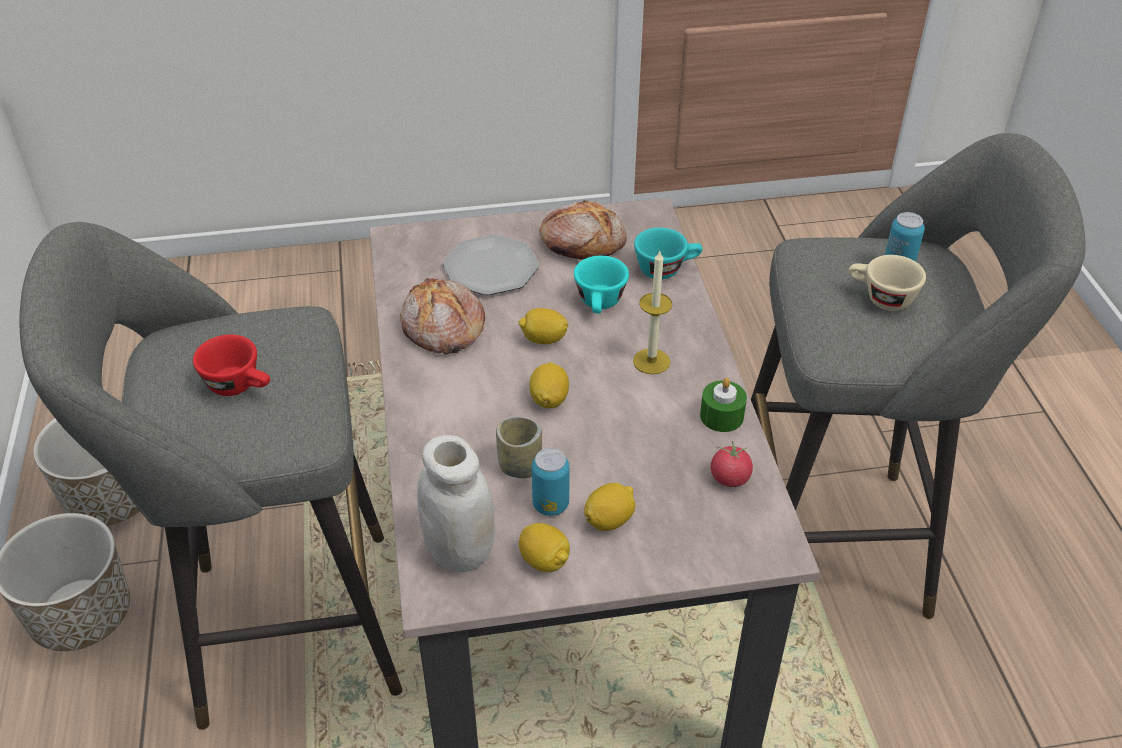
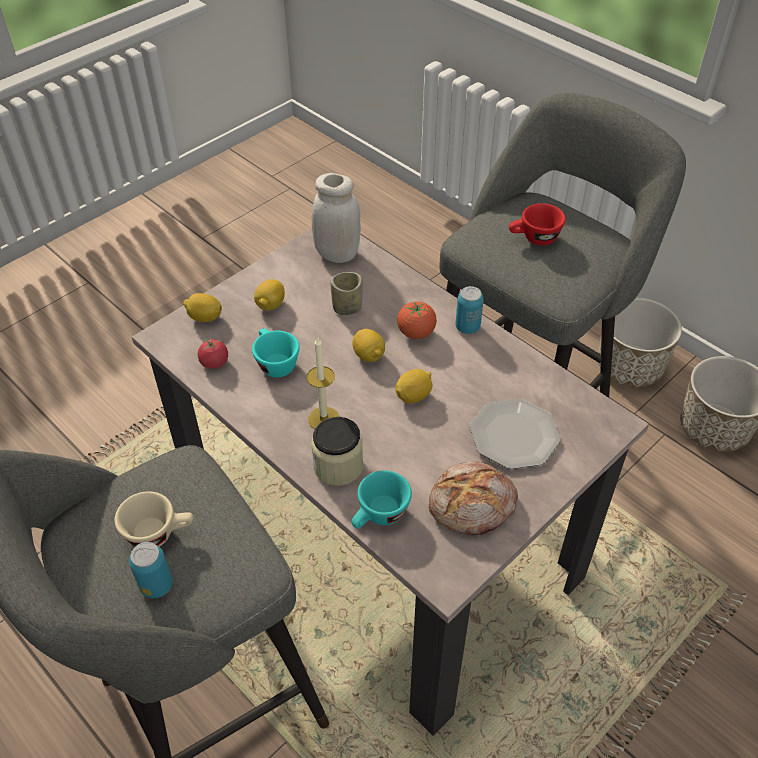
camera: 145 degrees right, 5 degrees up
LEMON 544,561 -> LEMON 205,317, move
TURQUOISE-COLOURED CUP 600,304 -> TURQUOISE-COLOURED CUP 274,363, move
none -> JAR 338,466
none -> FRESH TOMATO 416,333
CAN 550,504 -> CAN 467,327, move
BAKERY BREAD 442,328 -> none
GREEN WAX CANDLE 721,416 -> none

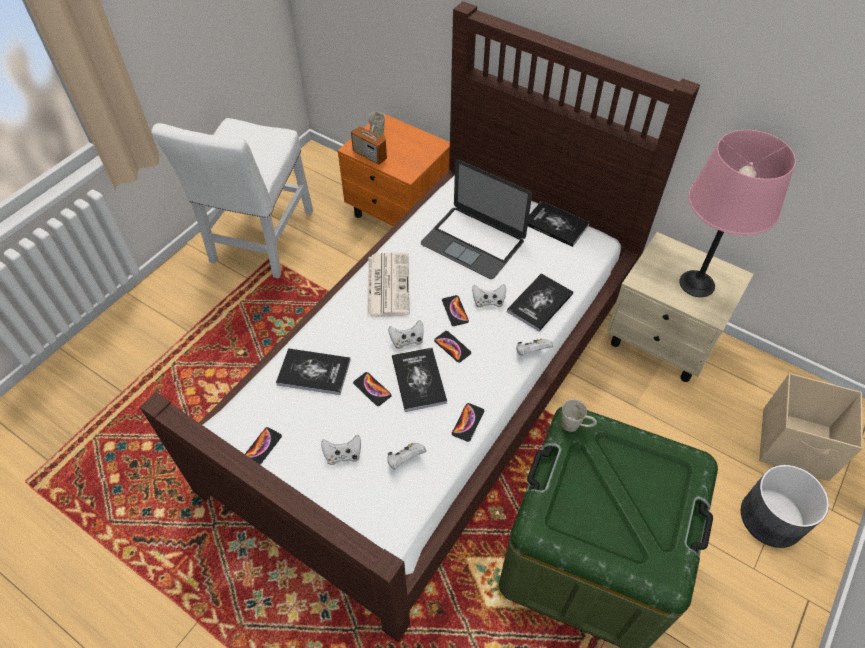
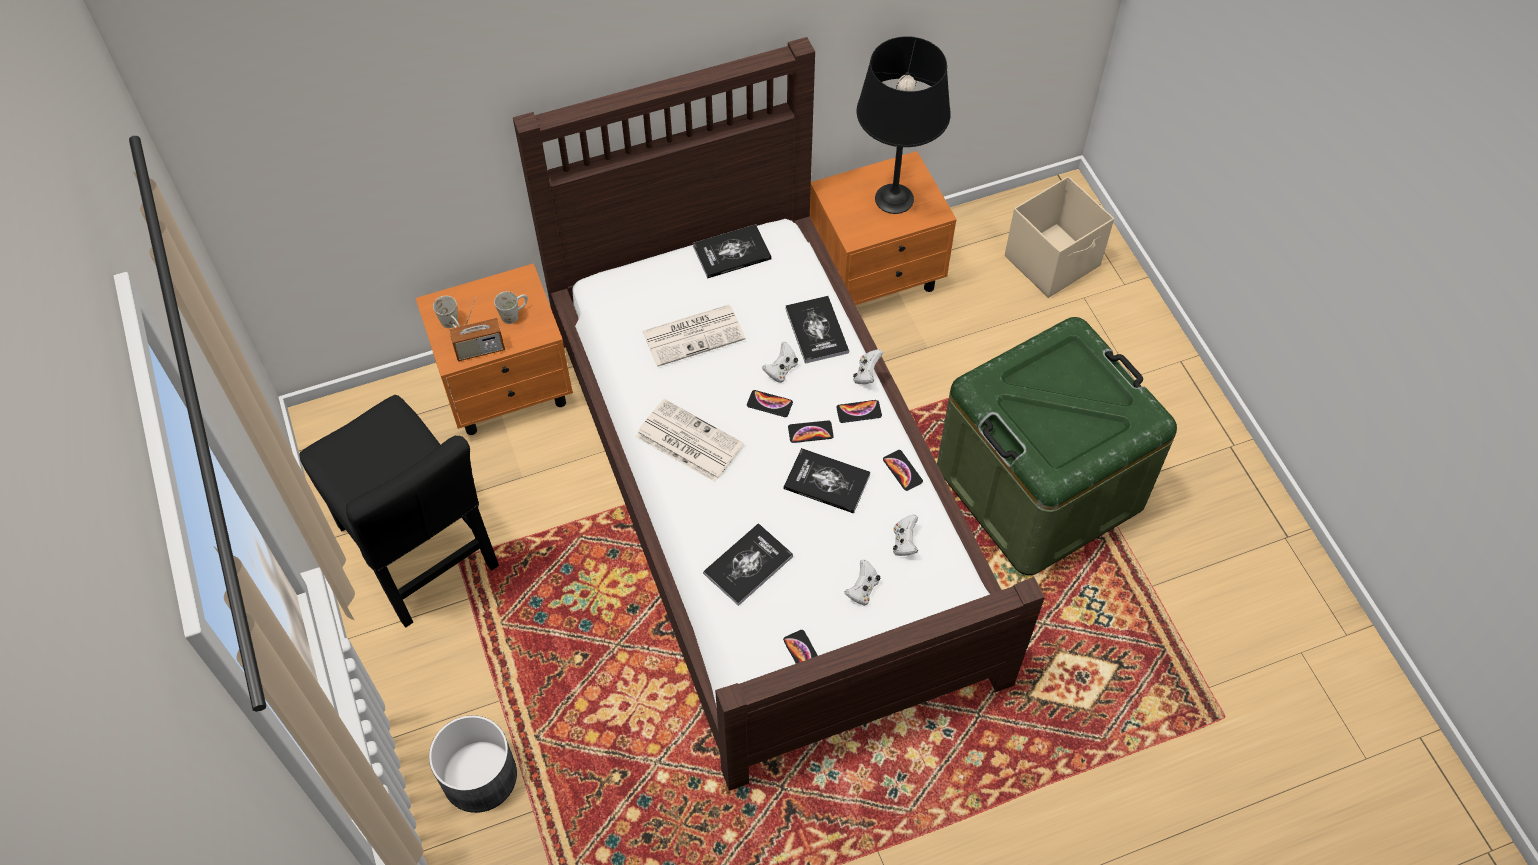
camera: 55 degrees left, 5 degrees up
WHITE-COLOURED PLAIN CHAIR 261,241 -> BLACK PLAIN CHAIR 421,554
GREY FLOWER POT 771,517 -> GREY FLOWER POT 478,776, move
WHITE-COLOURED COFFEE MUG 576,425 -> WHITE-COLOURED COFFEE MUG 514,314, move
NOTEBOOK COMPUTER 473,242 -> DAILY PAPER 694,334
BEIGE NIGHT TABLE 662,342 -> ORANGE-COLOURED NIGHT TABLE 877,275
PHONE 372,389 -> PHONE 859,412, move
PINK TABLETOP LAMP 697,284 -> BLACK TABLETOP LAMP 894,199
WHITE-COLOURED GAME CONTROLLER 407,340 -> none

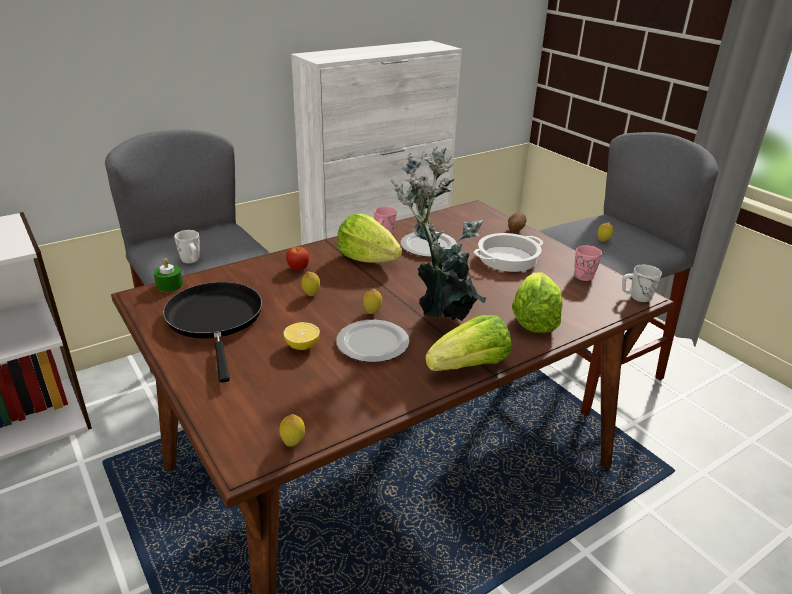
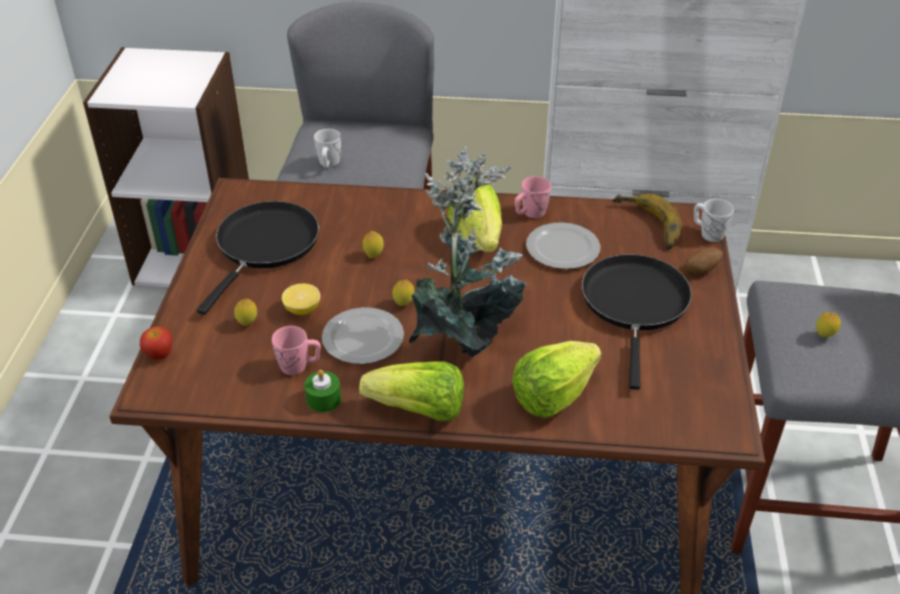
camera: 40 degrees right, 10 degrees up
APPLE 298,268 -> APPLE 159,354, move
LEMON 293,443 -> LEMON 247,323, move
PINK COFFEE MUG 586,275 -> PINK COFFEE MUG 299,366, move
GREEN WAX CANDLE 169,285 -> GREEN WAX CANDLE 323,399, move
STOCKPOT 508,258 -> BLACK SKILLET 635,305
none -> BANANA 646,226
WHITE-COLOURED COFFEE MUG 636,297 -> WHITE-COLOURED COFFEE MUG 708,233, move

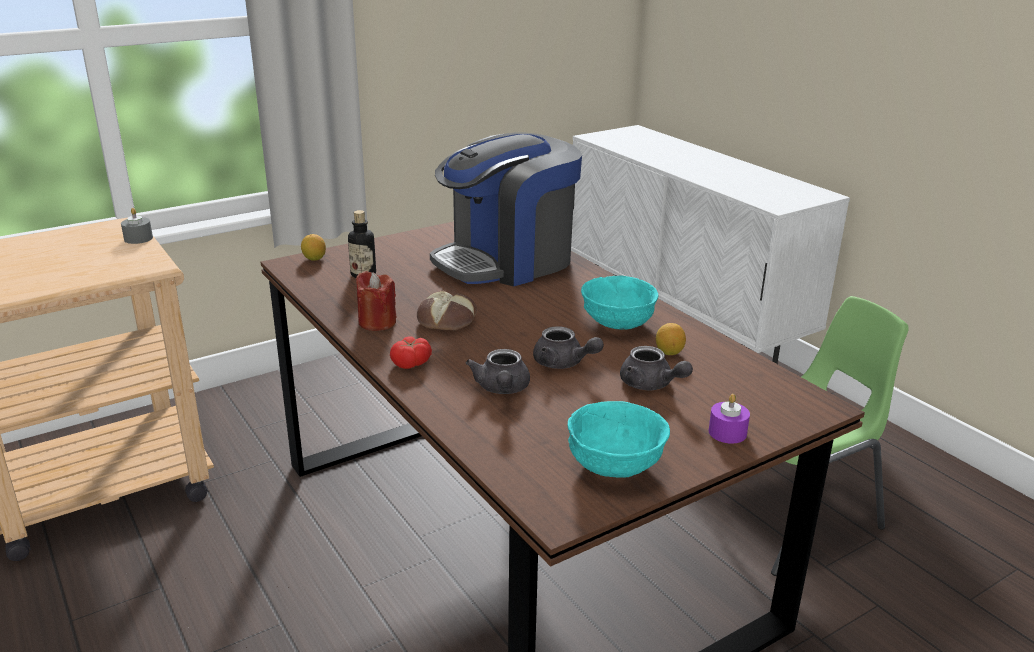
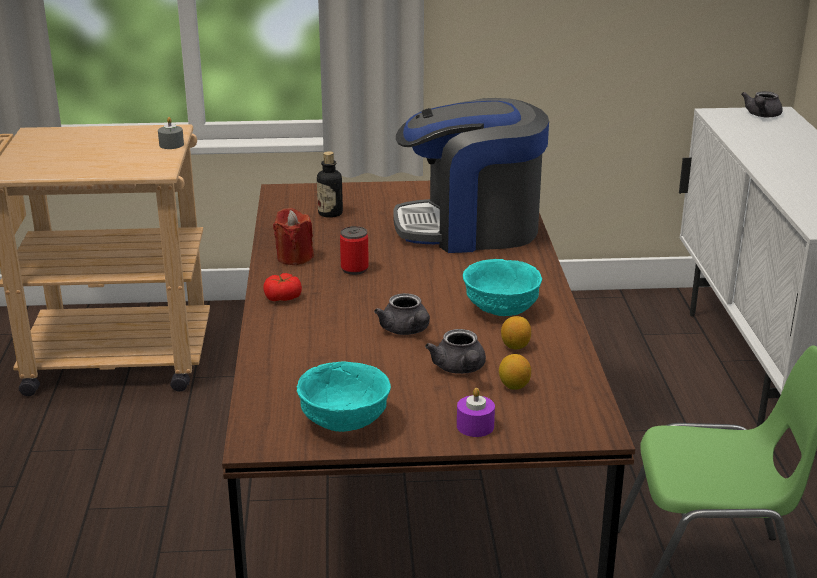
camera: 30 degrees right, 0 degrees up
BAKERY BREAD 448,319 -> CAN 354,269
LEMON 314,259 -> LEMON 514,386, move
GREY TEAPOT 502,389 -> GREY TEAPOT 761,115, move

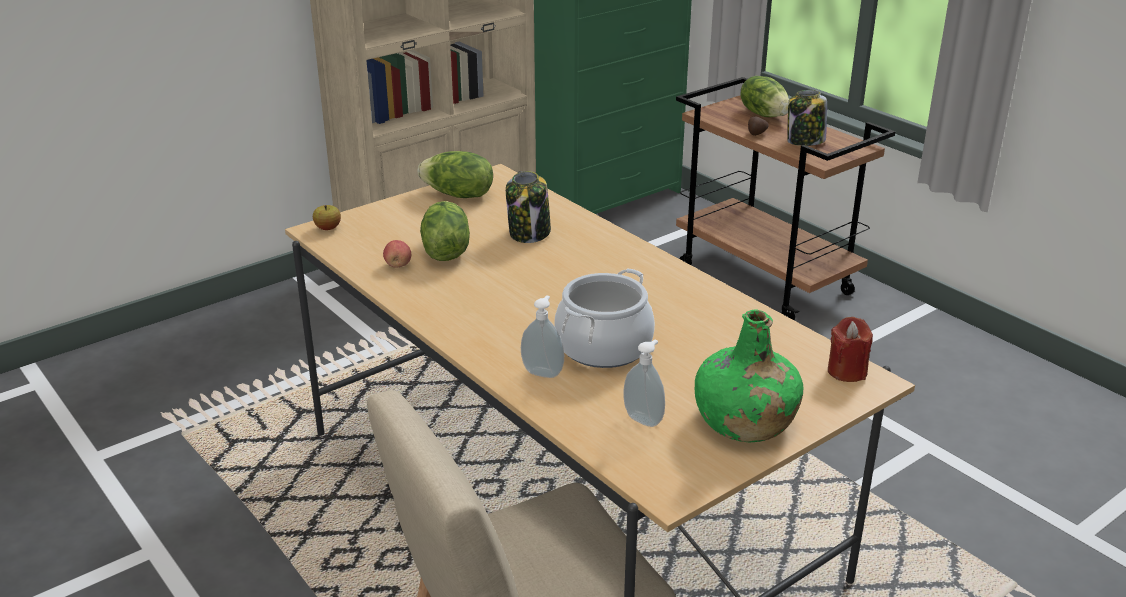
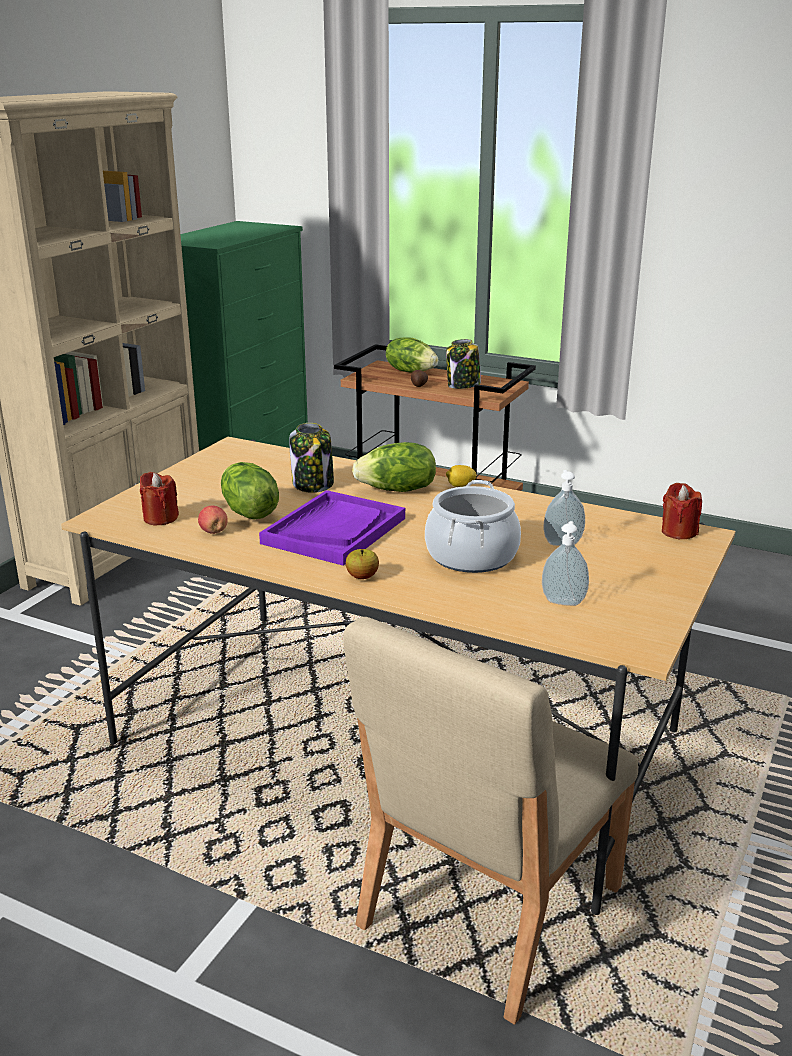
camera: 25 degrees left, 5 degrees down
none -> RED WAX CANDLE 160,518
none -> PURPLISH SERVING TRAY 334,530
APPLE 328,228 -> APPLE 362,577, move
HEAD OF LETTUCE 458,195 -> HEAD OF LETTUCE 397,490, move
none -> LEMON 460,486
LIQUID SOAP BOTTLE 543,372 -> LIQUID SOAP BOTTLE 562,542, move
GREEN BOTTLE 744,421 -> none

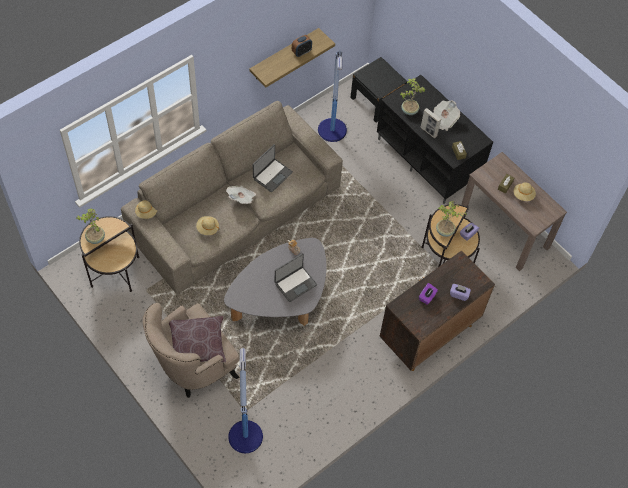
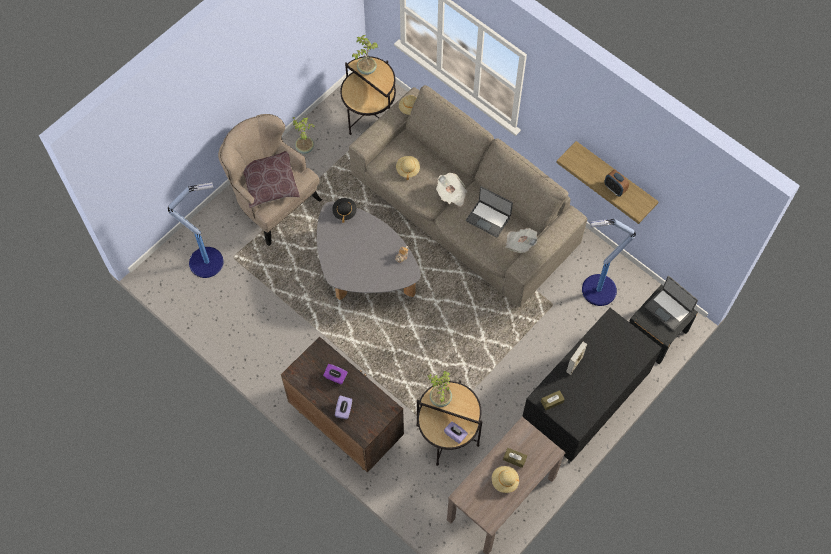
camera: 85 degrees right, 5 degrees up
PLANT IN A POT 409,110 -> PLANT IN A POT 305,147, move
none -> BLACK HAT 344,212
DAILY PAPER 443,120 -> DAILY PAPER 520,243, move
NOTEBOOK COMPUTER 295,283 -> NOTEBOOK COMPUTER 668,309, move

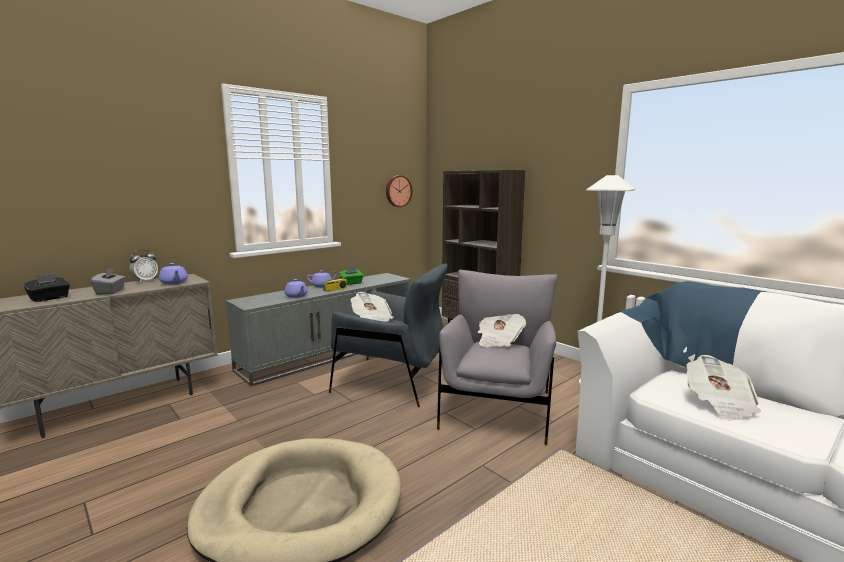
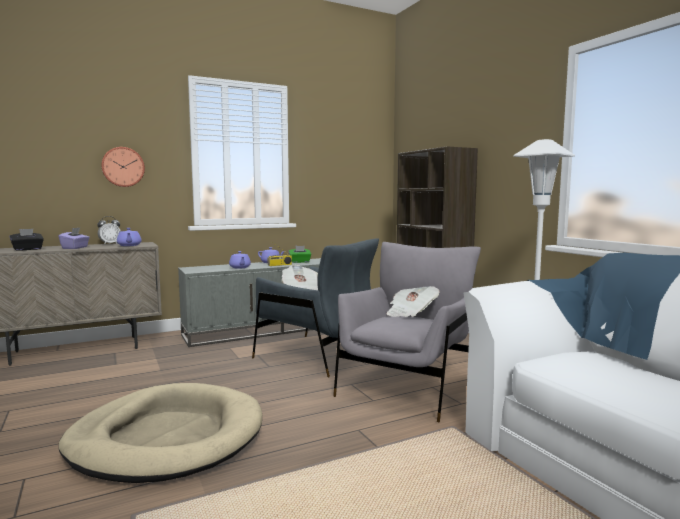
camera: 15 degrees right, 5 degrees down
GREY TISSUE BOX 111,291 -> PURPLISH TISSUE BOX 75,248
WALL CLOCK 398,191 -> WALL CLOCK 123,167, move
DAILY PAPER 719,404 -> none

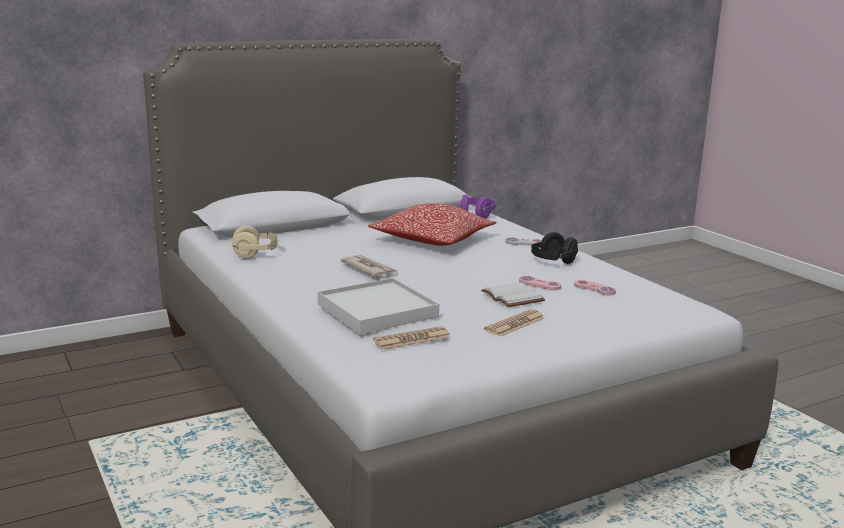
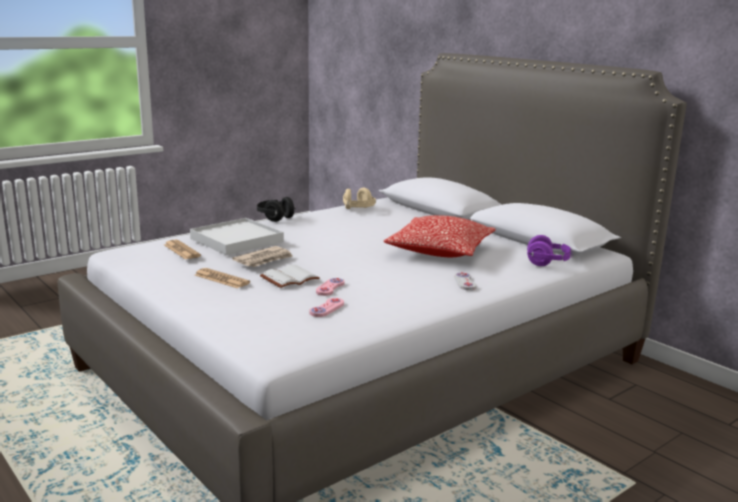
camera: 80 degrees right, 0 degrees up
DAILY PAPER 369,269 -> DAILY PAPER 264,259, move
BLACK HEADPHONES 553,262 -> BLACK HEADPHONES 275,218, move

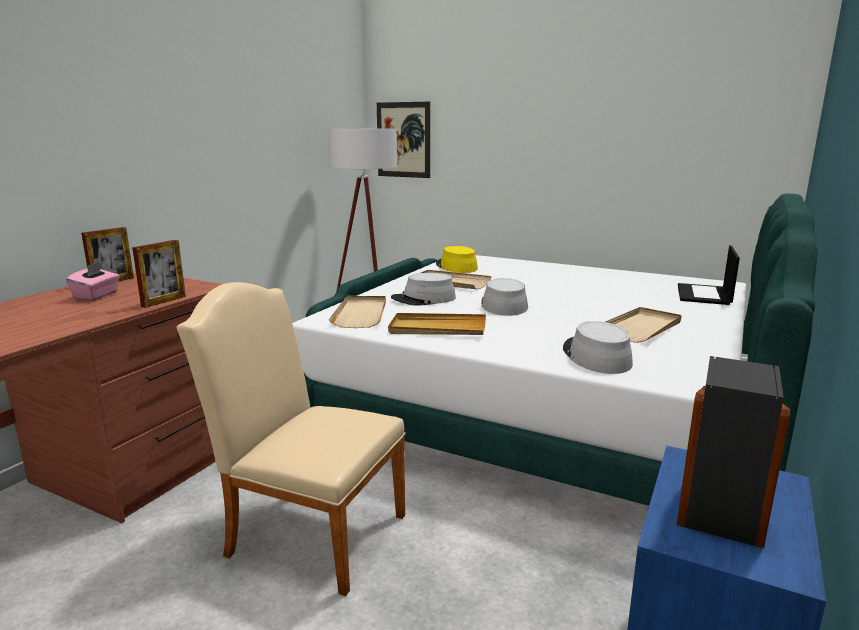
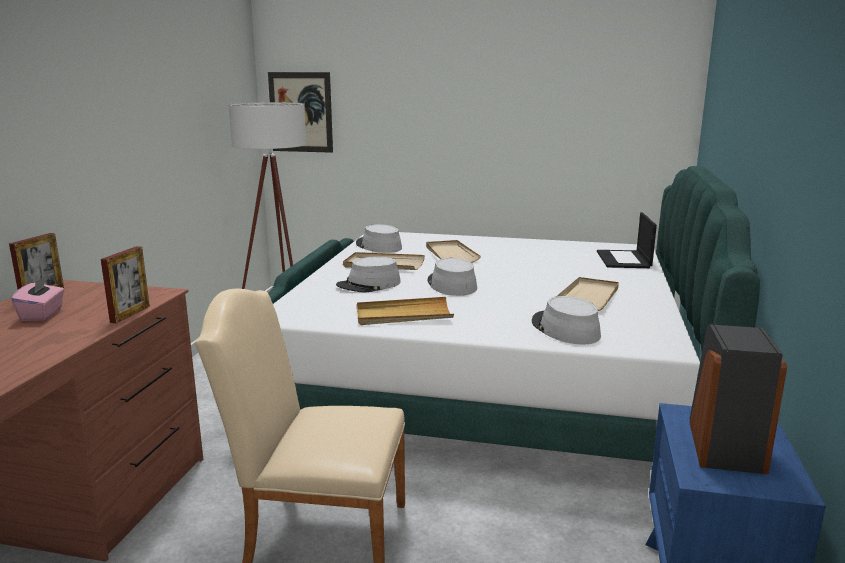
camera: 15 degrees left, 0 degrees up
YELLOWISH HAT 456,266 -> GREY HAT 378,246
BEIGE SERVING TRAY 361,314 -> BEIGE SERVING TRAY 450,254, move

